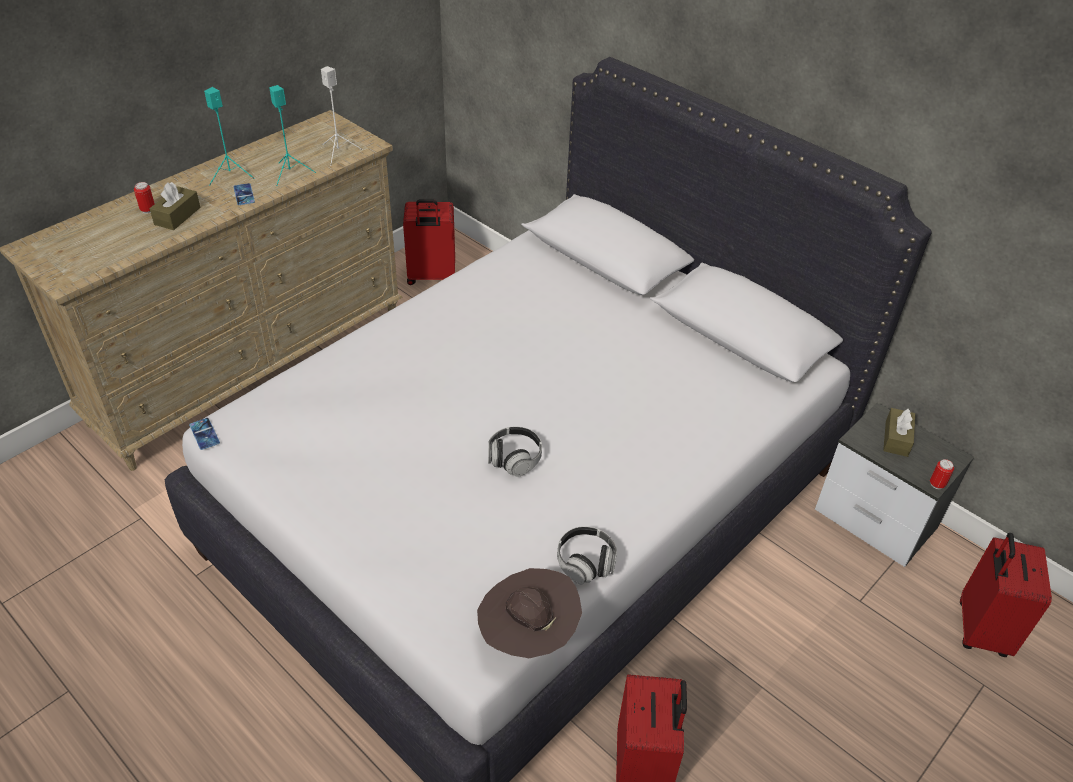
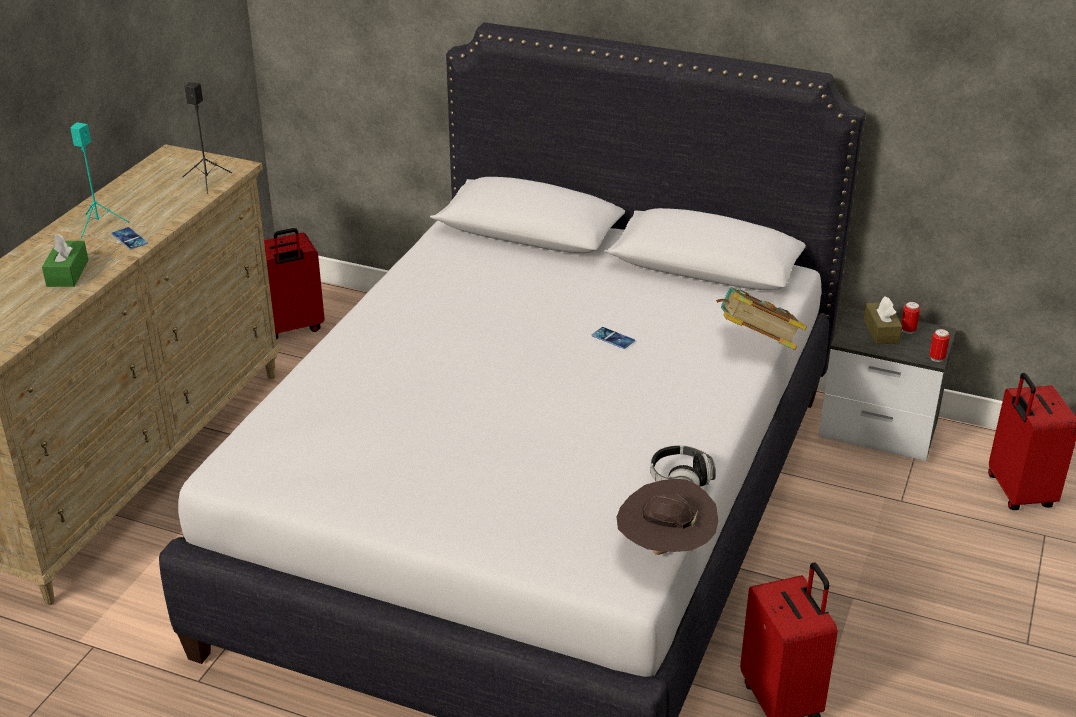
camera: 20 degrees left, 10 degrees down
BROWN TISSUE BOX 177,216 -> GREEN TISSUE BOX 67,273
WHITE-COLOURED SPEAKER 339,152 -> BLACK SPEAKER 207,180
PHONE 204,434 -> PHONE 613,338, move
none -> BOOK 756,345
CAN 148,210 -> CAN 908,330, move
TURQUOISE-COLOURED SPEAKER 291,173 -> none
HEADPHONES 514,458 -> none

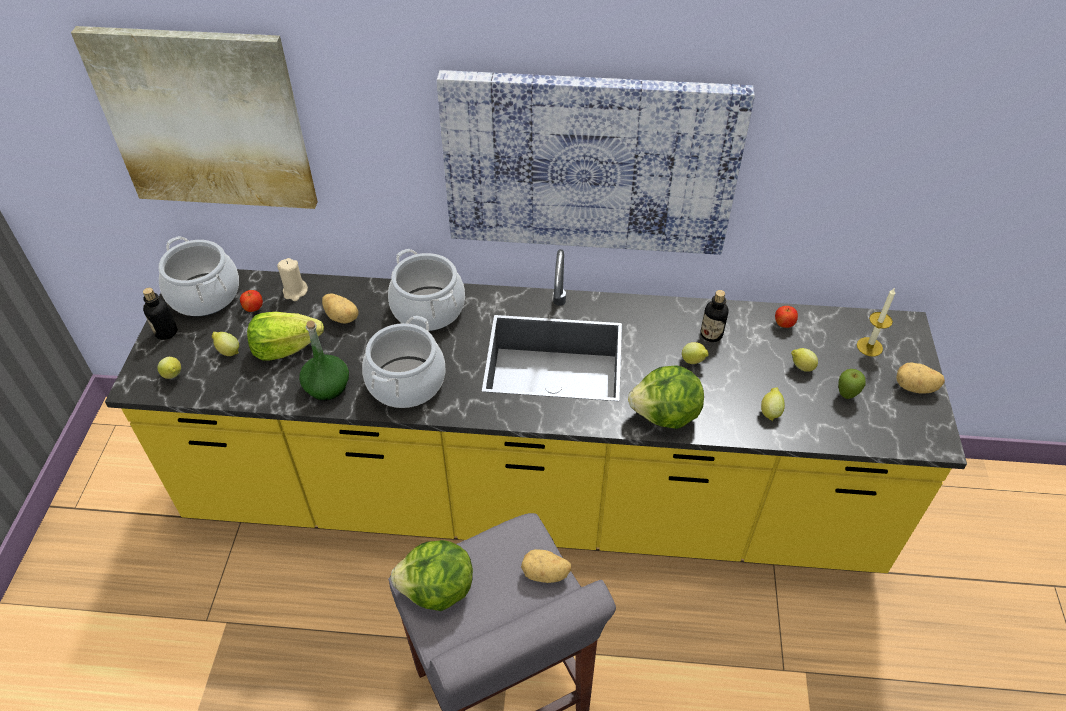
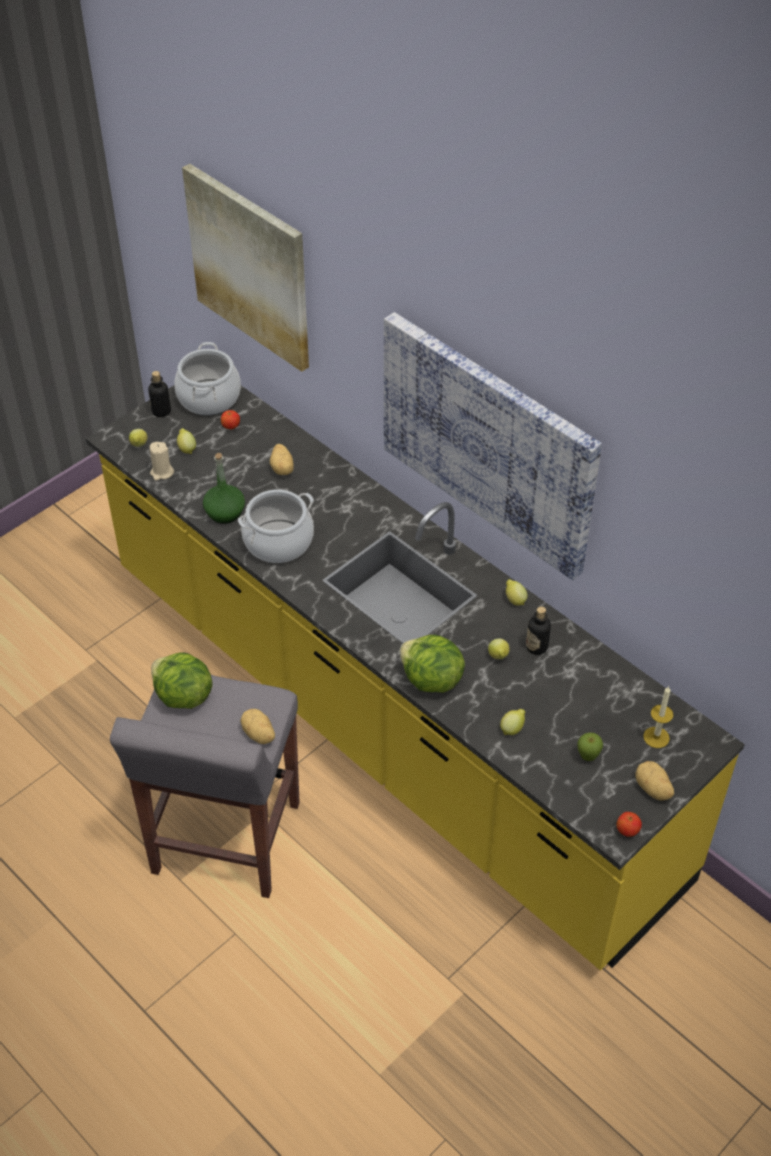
camera: 40 degrees right, 0 degrees up
BEIGE WAX CANDLE 295,292 -> BEIGE WAX CANDLE 162,472, move
LEMON 801,367 -> LEMON 514,600, move
APPLE 783,324 -> APPLE 627,830, move
HEAD OF LETTUCE 285,348 -> none
STOCKPOT 428,309 -> none

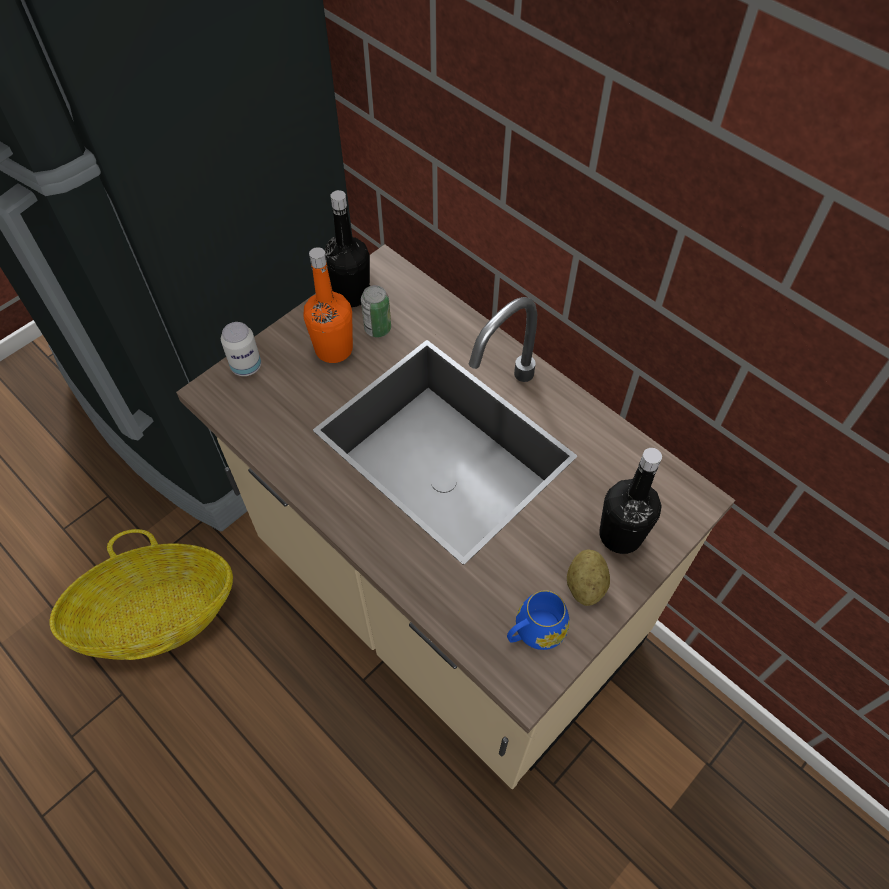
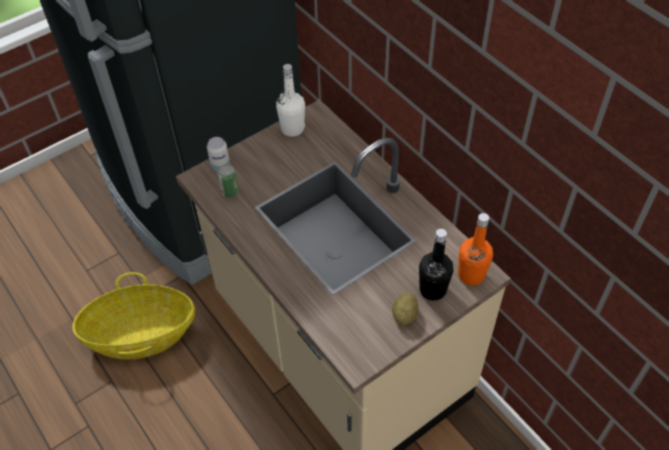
camera: 10 degrees right, 5 degrees down
CAN 377,328 -> CAN 230,192, move
BLACK BOTTLE 351,295 -> WHITE-COLOURED BOTTLE 292,128
ORANGE-COLOURED BOTTLE 334,349 -> ORANGE-COLOURED BOTTLE 471,275, move
BLUISH COFFEE MUG 534,631 -> none

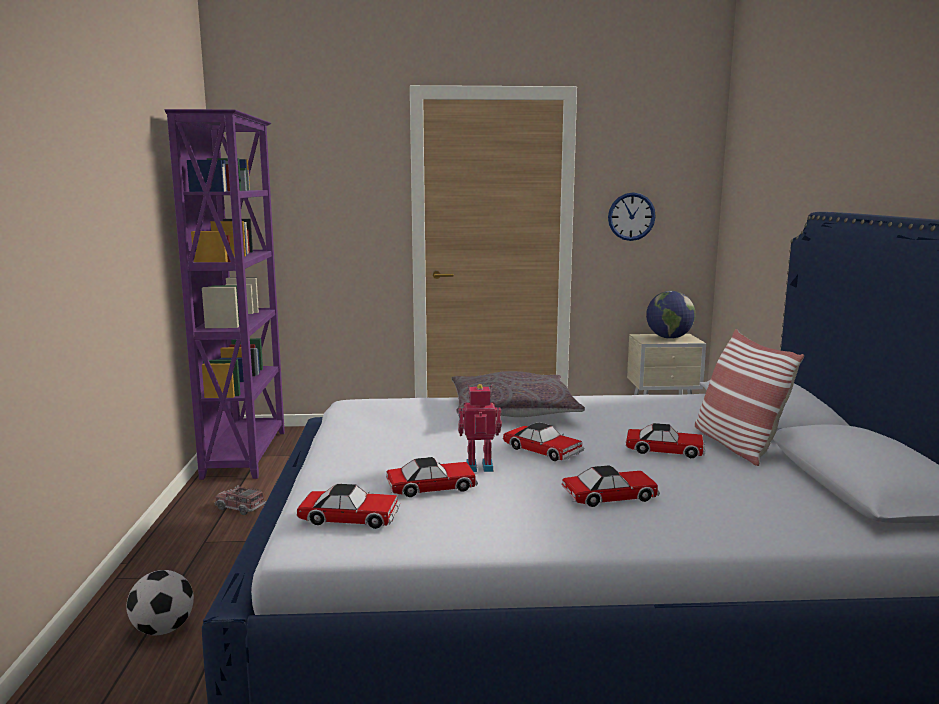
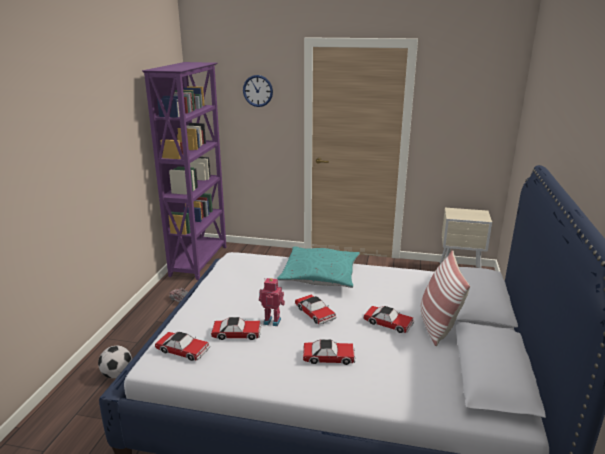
camera: 15 degrees right, 10 degrees up
WALL CLOCK 631,216 -> WALL CLOCK 258,91, move
GREY THROW PILLOW 512,410 -> TURQUOISE-COLOURED THROW PILLOW 320,275
WORLD GLOBE 669,338 -> none

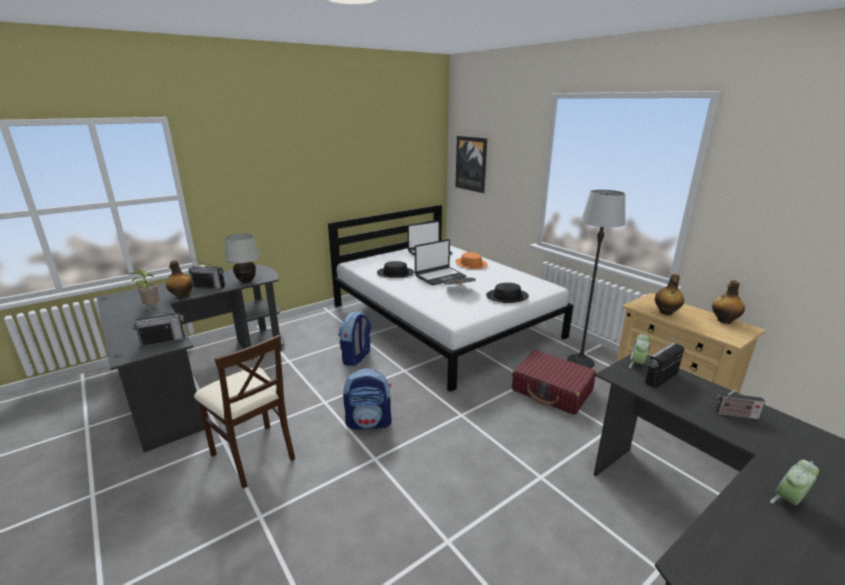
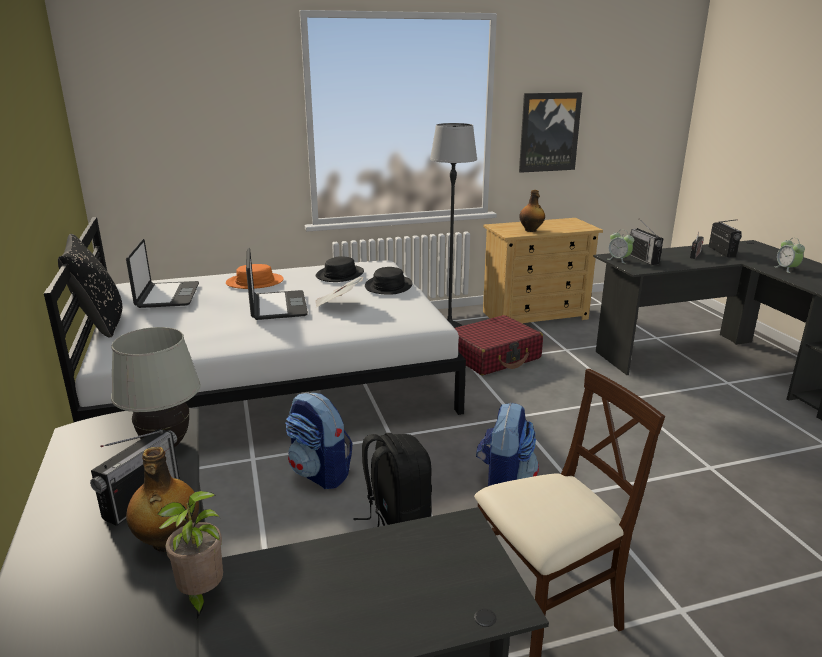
camera: 70 degrees left, 0 degrees up
none -> BLACK THROW PILLOW 100,323
BLACK HAT 395,273 -> BLACK HAT 340,274, move
none -> BLACK RUCKSACK 396,521
PICTURE 471,164 -> PICTURE 549,132, move
RADIO SET 163,341 -> RADIO SET 721,252, move
BOTTLE 723,321 -> none

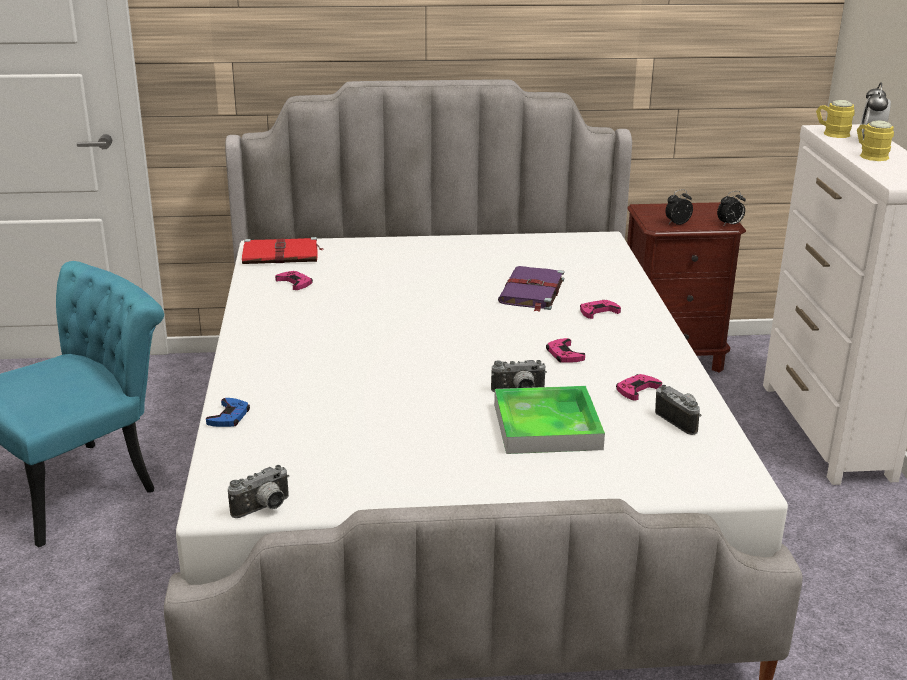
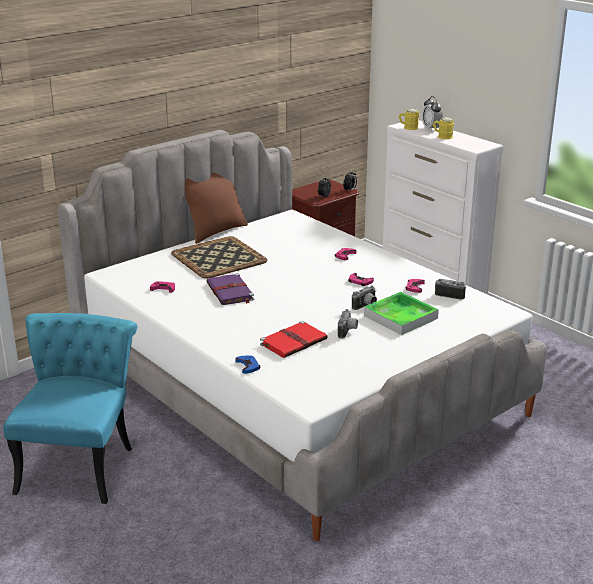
camera: 35 degrees left, 0 degrees up
none -> SERVING TRAY 218,258
none -> BROWN THROW PILLOW 216,231
PURPLISH BOOK 531,292 -> PURPLISH BOOK 230,292, move
RED BOOK 282,255 -> RED BOOK 294,341, move
STILL CAMERA 264,509 -> STILL CAMERA 348,331, move

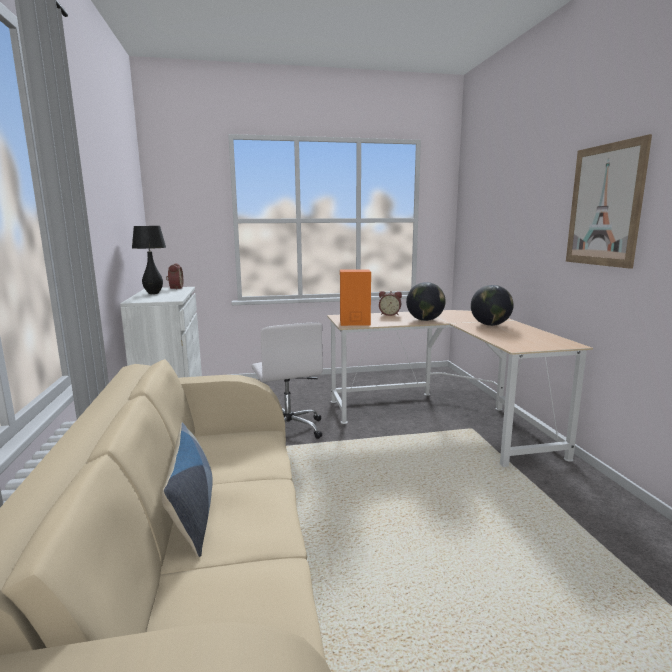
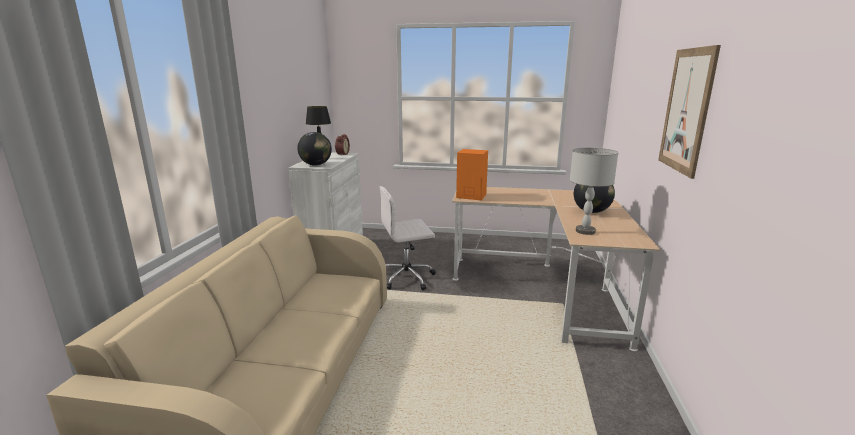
camera: 20 degrees right, 5 degrees up
WORLD GLOBE 425,320 -> WORLD GLOBE 316,165, move
WHITE-COLOURED COMPUTER CHAIR 288,429 -> WHITE-COLOURED COMPUTER CHAIR 407,277, 75 degrees clockwise
none -> GREY TABLETOP LAMP 585,231
THROW PILLOW 192,512 -> none
ALARM CLOCK 390,314 -> none

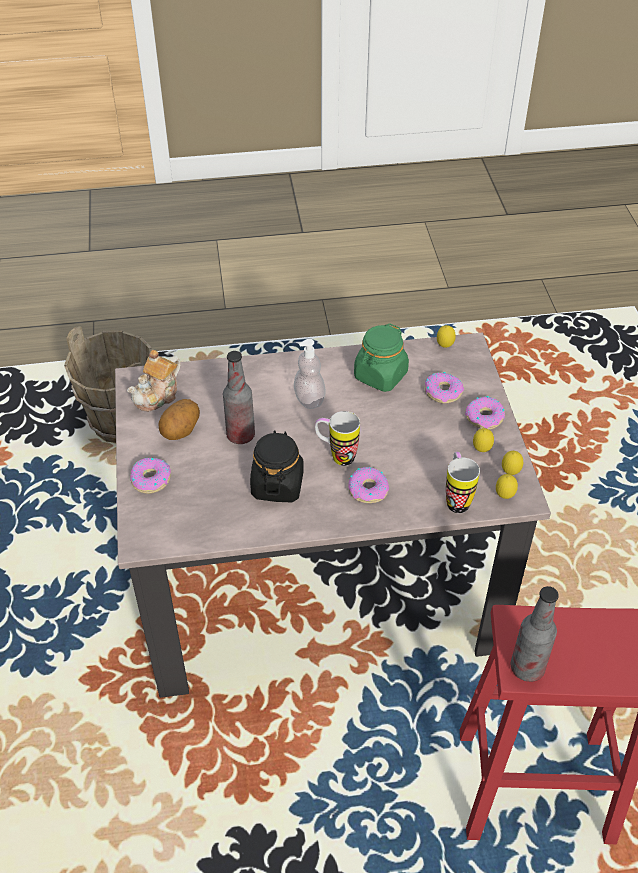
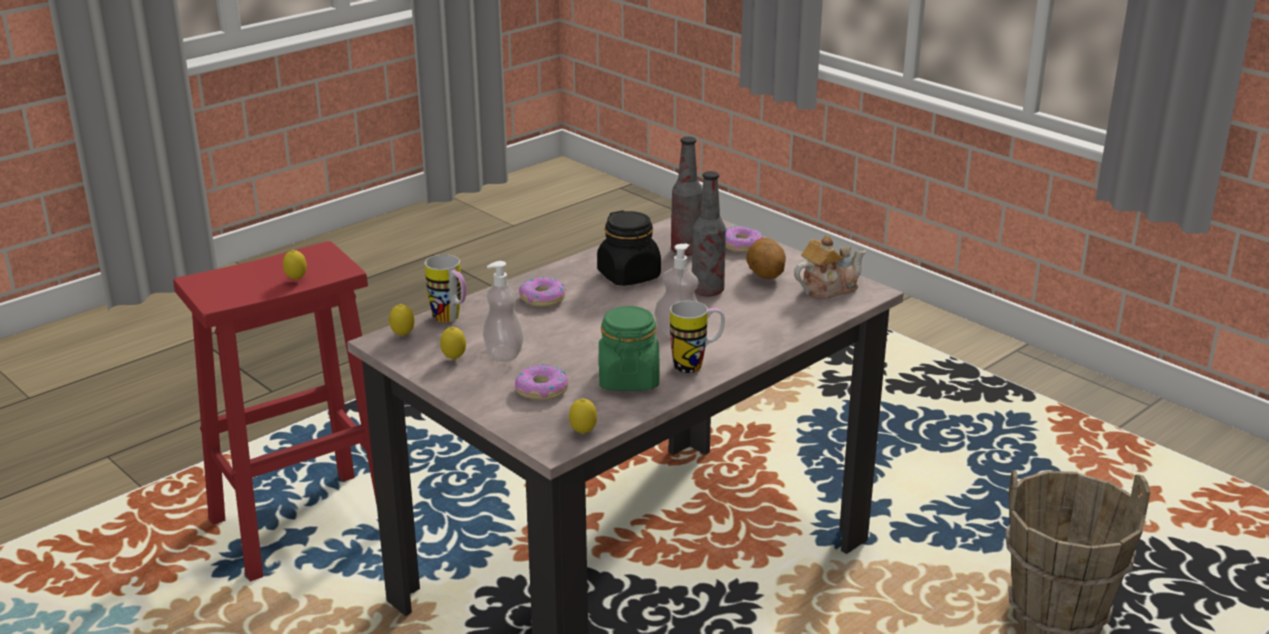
camera: 145 degrees right, 20 degrees down
LEMON 510,472 -> LEMON 296,280, move
none -> LIQUID SOAP BOTTLE 504,354
COFFEE MUG 336,456 -> COFFEE MUG 696,365, move
BOTTLE 527,668 -> BOTTLE 686,251, move
TEAPOT 158,395 -> TEAPOT 827,288, 60 degrees clockwise
RING DOUGHNUT 484,417 -> none

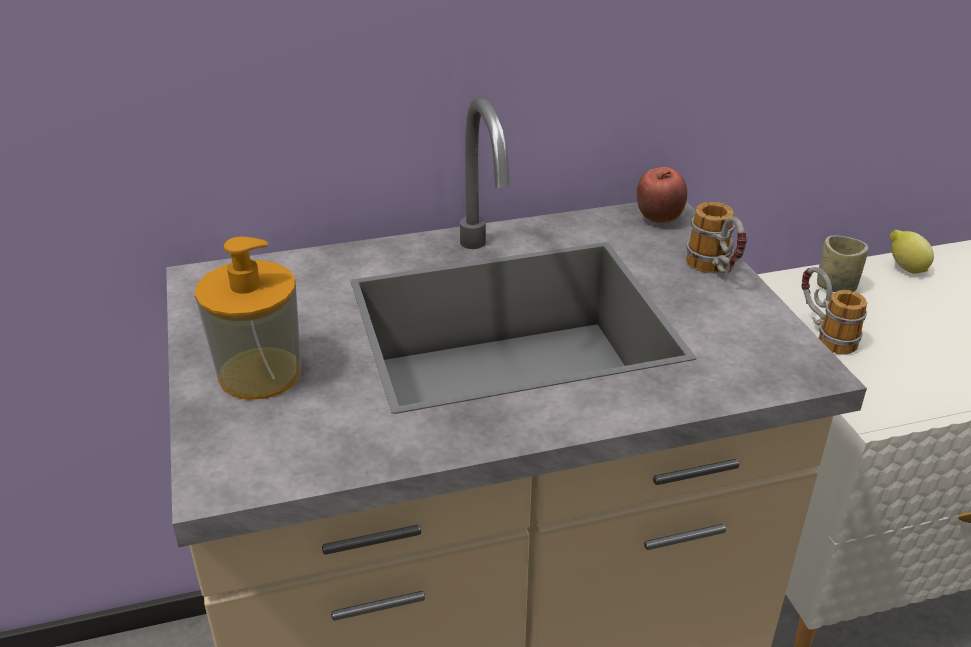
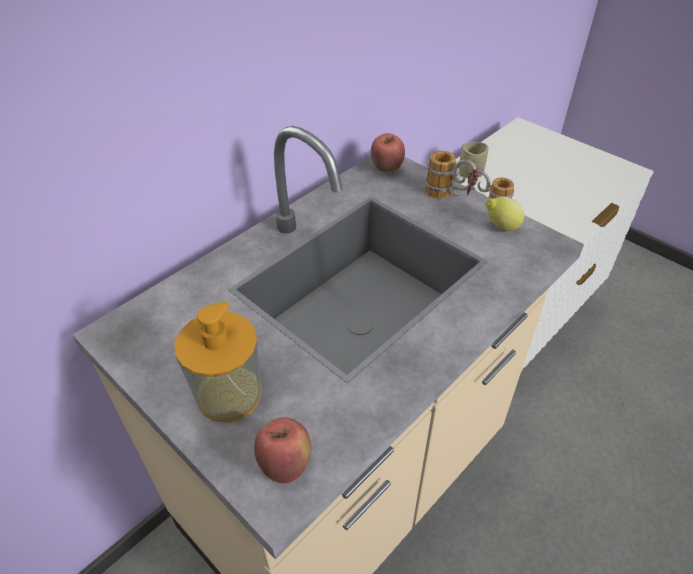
camera: 30 degrees left, 10 degrees up
none -> APPLE 285,465
LEMON 905,268 -> LEMON 500,227, move

